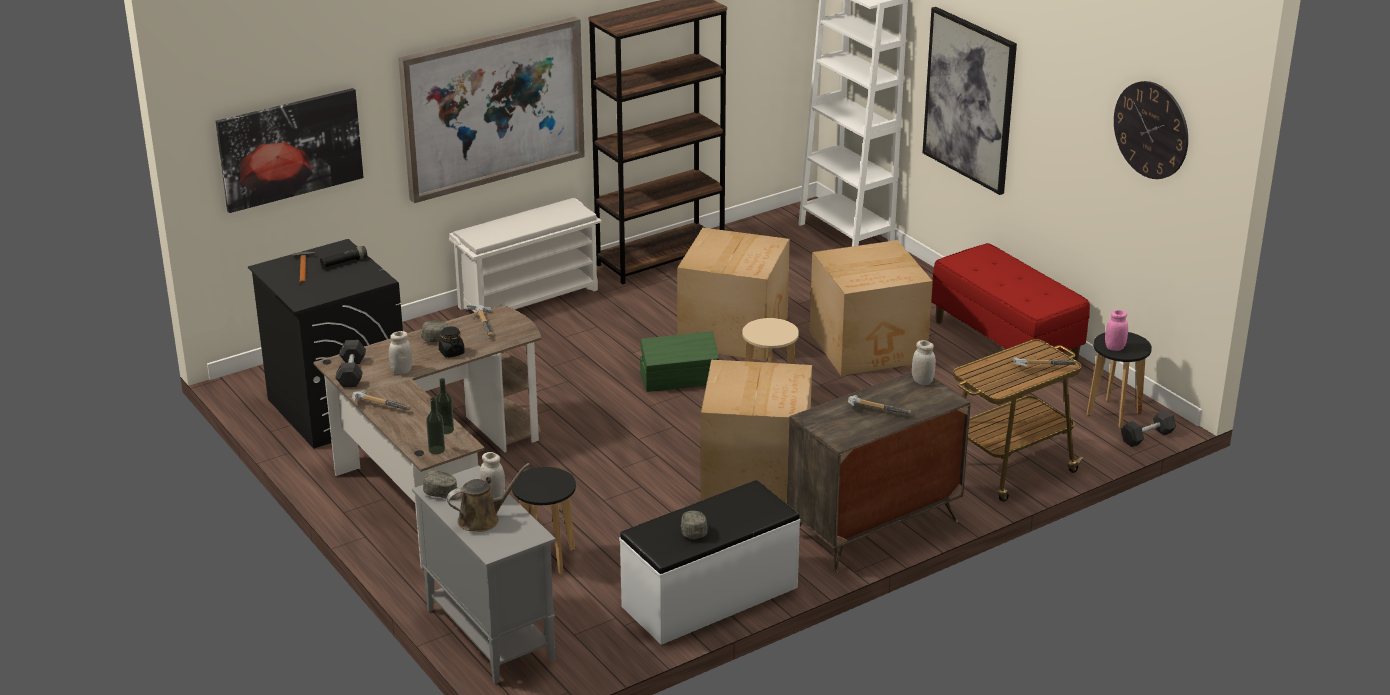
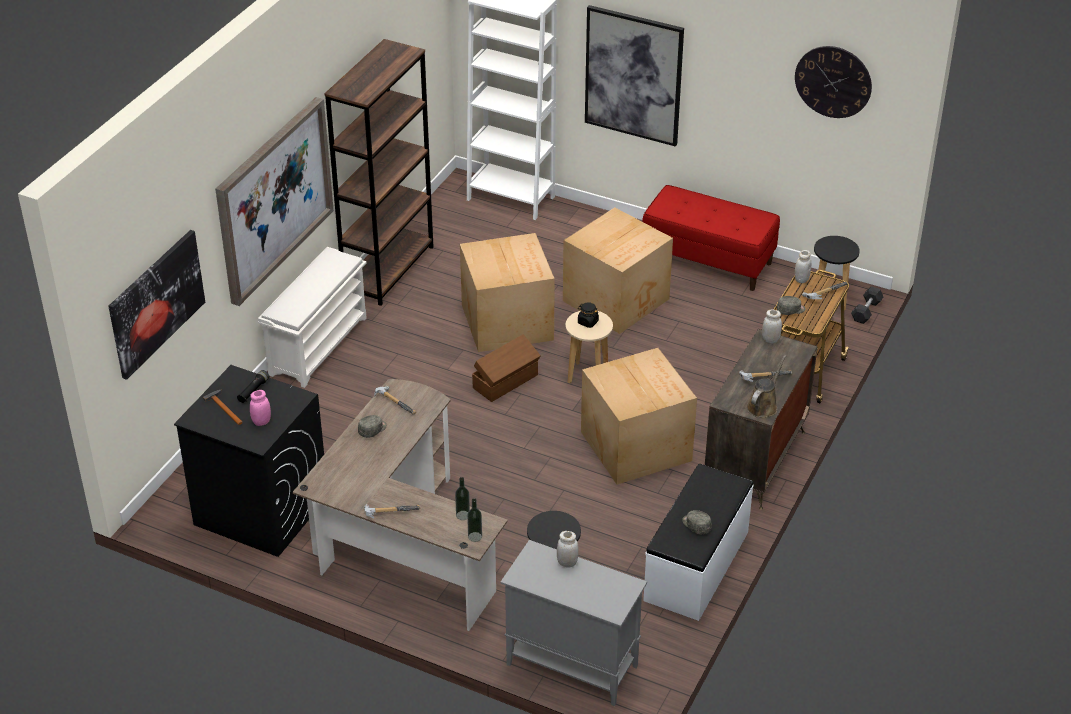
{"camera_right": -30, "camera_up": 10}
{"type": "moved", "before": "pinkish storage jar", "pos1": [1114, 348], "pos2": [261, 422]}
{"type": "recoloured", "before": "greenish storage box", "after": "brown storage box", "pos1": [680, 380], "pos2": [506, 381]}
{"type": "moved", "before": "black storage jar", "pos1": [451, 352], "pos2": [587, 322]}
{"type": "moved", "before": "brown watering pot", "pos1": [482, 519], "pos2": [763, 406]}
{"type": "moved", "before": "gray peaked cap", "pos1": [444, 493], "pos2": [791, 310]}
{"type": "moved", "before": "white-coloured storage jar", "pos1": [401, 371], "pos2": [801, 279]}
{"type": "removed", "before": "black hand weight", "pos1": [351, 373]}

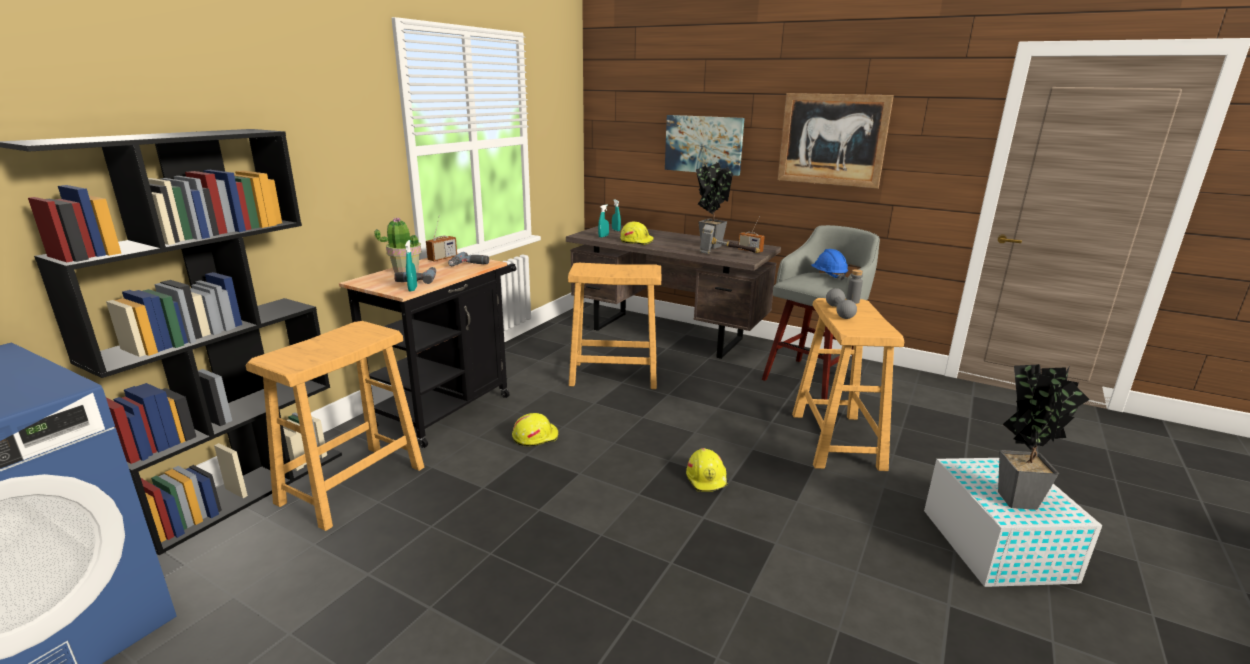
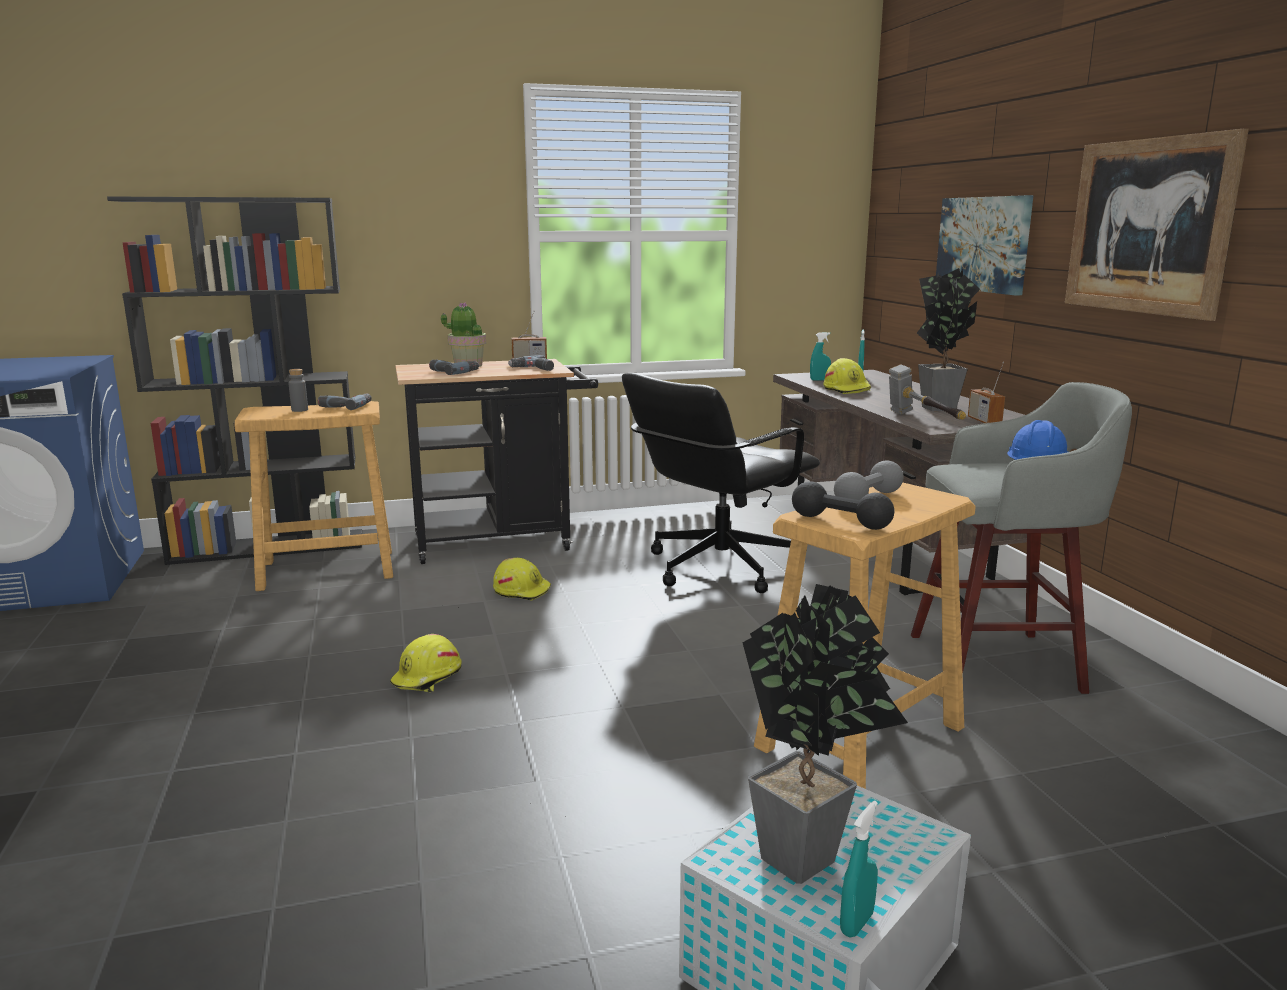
{"camera_right": 45, "camera_up": -5}
{"type": "moved", "before": "gray bottle", "pos1": [852, 301], "pos2": [299, 410]}
{"type": "added", "after": "electric drill", "pos2": [345, 406]}
{"type": "moved", "before": "yellow-coloured work helmet", "pos1": [707, 478], "pos2": [428, 678]}
{"type": "replaced", "before": "beige sitting stool", "after": "black desk chair", "pos1": [613, 375], "pos2": [718, 567]}
{"type": "added", "after": "black hand weight", "pos2": [840, 522]}
{"type": "moved", "before": "turquoise hand sprayer", "pos1": [413, 289], "pos2": [856, 923]}

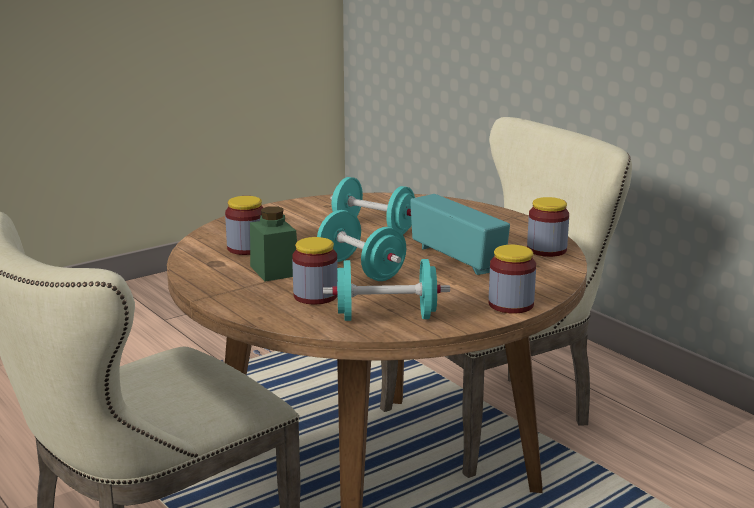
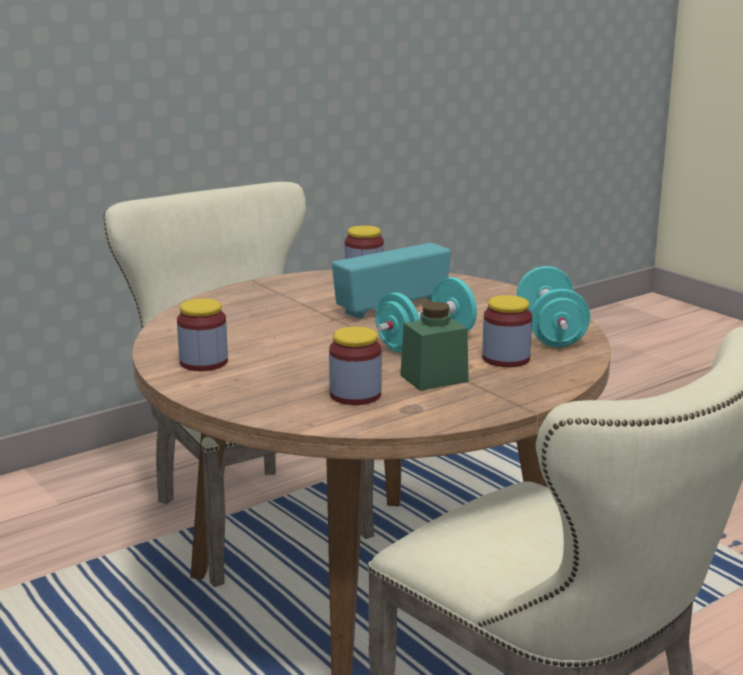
{"camera_right": -90, "camera_up": 0}
{"type": "moved", "before": "storage jar", "pos1": [511, 304], "pos2": [203, 362]}
{"type": "removed", "before": "turquoise hand weight", "pos1": [374, 228]}

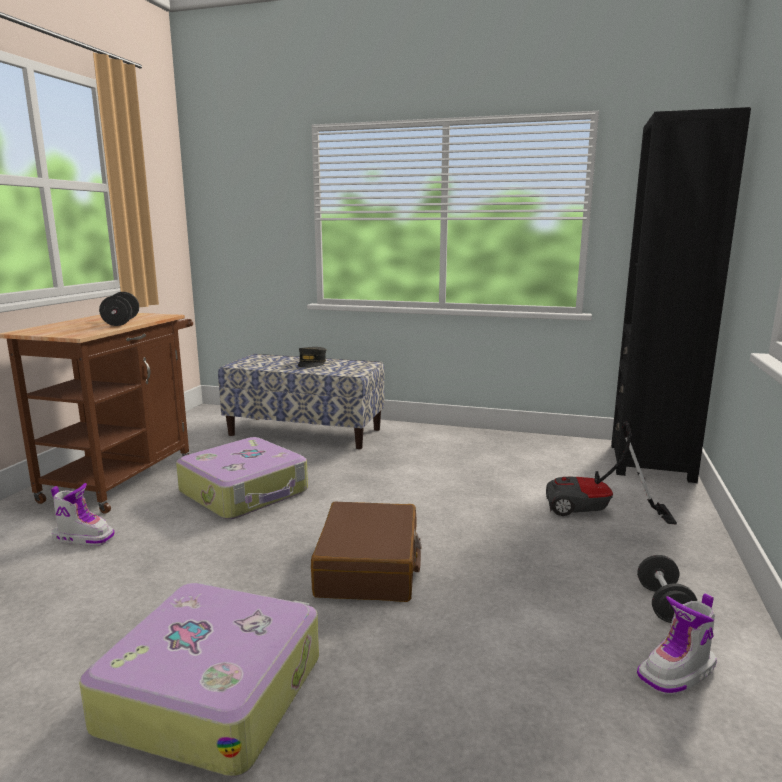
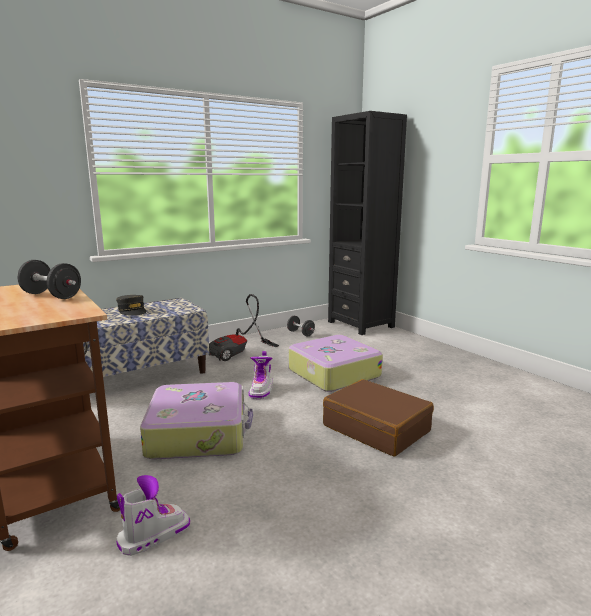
{"camera_right": -50, "camera_up": 0}
{"type": "moved", "before": "vacuum cleaner", "pos1": [596, 512], "pos2": [240, 353]}
{"type": "moved", "before": "tall boot", "pos1": [677, 673], "pos2": [261, 390]}
{"type": "moved", "before": "black hand weight", "pos1": [663, 605], "pos2": [300, 333]}
{"type": "moved", "before": "suitcase", "pos1": [212, 691], "pos2": [332, 373]}

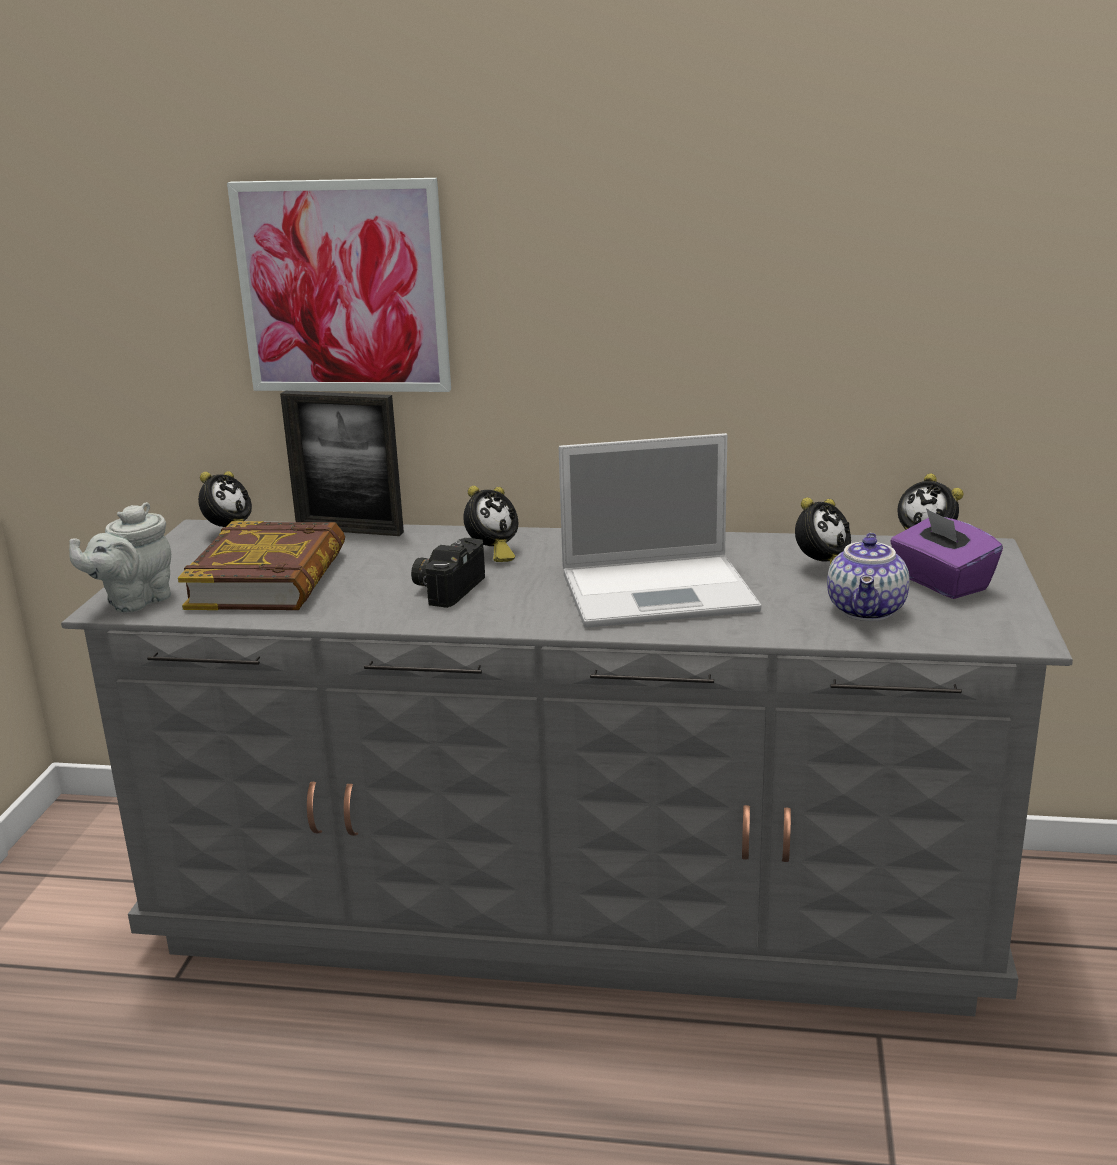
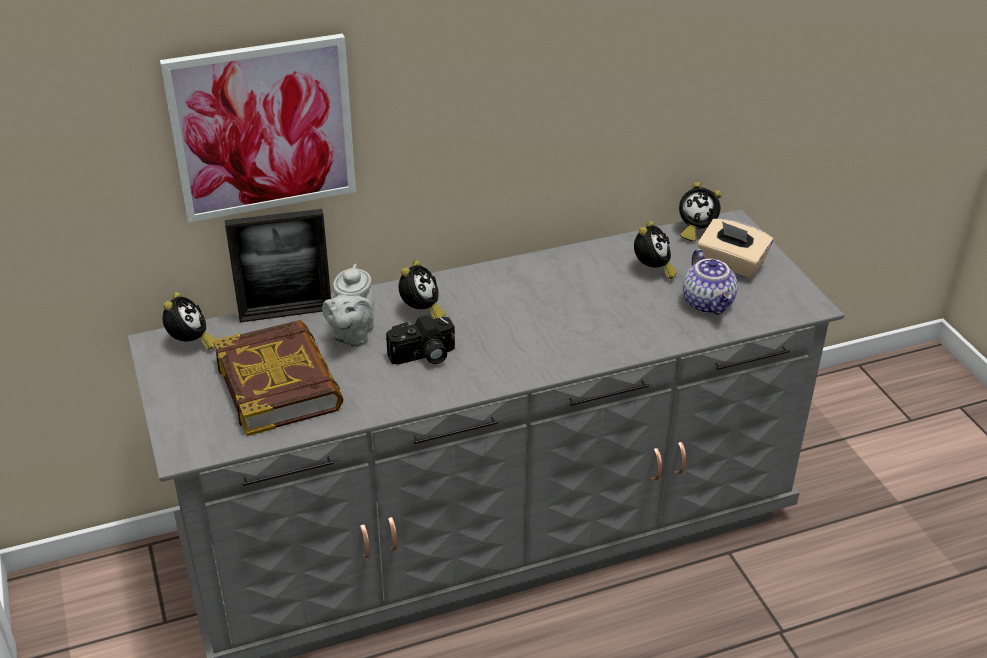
{"camera_right": -30, "camera_up": 15}
{"type": "moved", "before": "gray pot for tea", "pos1": [134, 601], "pos2": [352, 335]}
{"type": "turned", "before": "photo camera", "pos1": [448, 588], "pos2": [423, 356], "turn": -105}
{"type": "recoloured", "before": "purplish tissue box", "after": "beige tissue box", "pos1": [941, 583], "pos2": [731, 265]}
{"type": "removed", "before": "notebook computer", "pos1": [661, 591]}

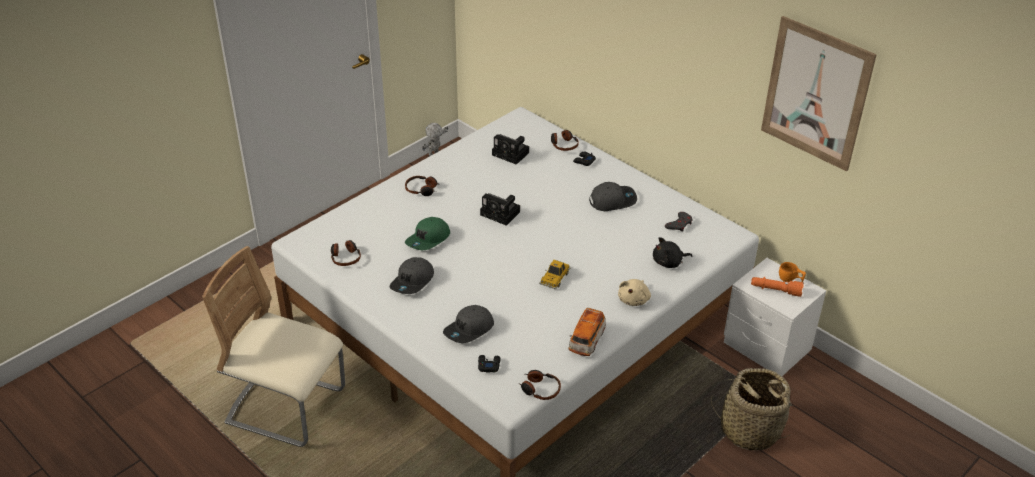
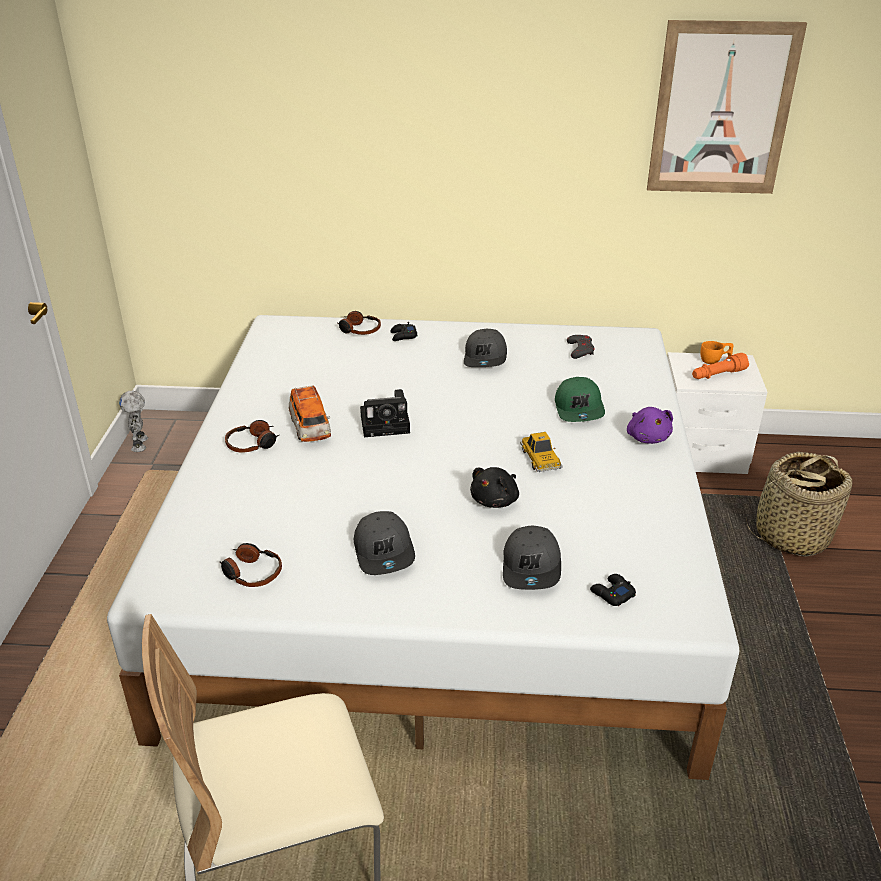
{"camera_right": -40, "camera_up": -5}
{"type": "moved", "before": "model car", "pos1": [586, 341], "pos2": [310, 428]}
{"type": "turned", "before": "gray peaked cap", "pos1": [612, 200], "pos2": [486, 358], "turn": 150}
{"type": "moved", "before": "black cuddly toy", "pos1": [669, 262], "pos2": [496, 500]}
{"type": "moved", "before": "greenish peaked cap", "pos1": [428, 240], "pos2": [579, 409]}
{"type": "recoloured", "before": "beige cuddly toy", "after": "purplish cuddly toy", "pos1": [634, 299], "pos2": [647, 437]}
{"type": "removed", "before": "photo camera", "pos1": [512, 154]}
{"type": "removed", "before": "pair of headphones", "pos1": [540, 389]}

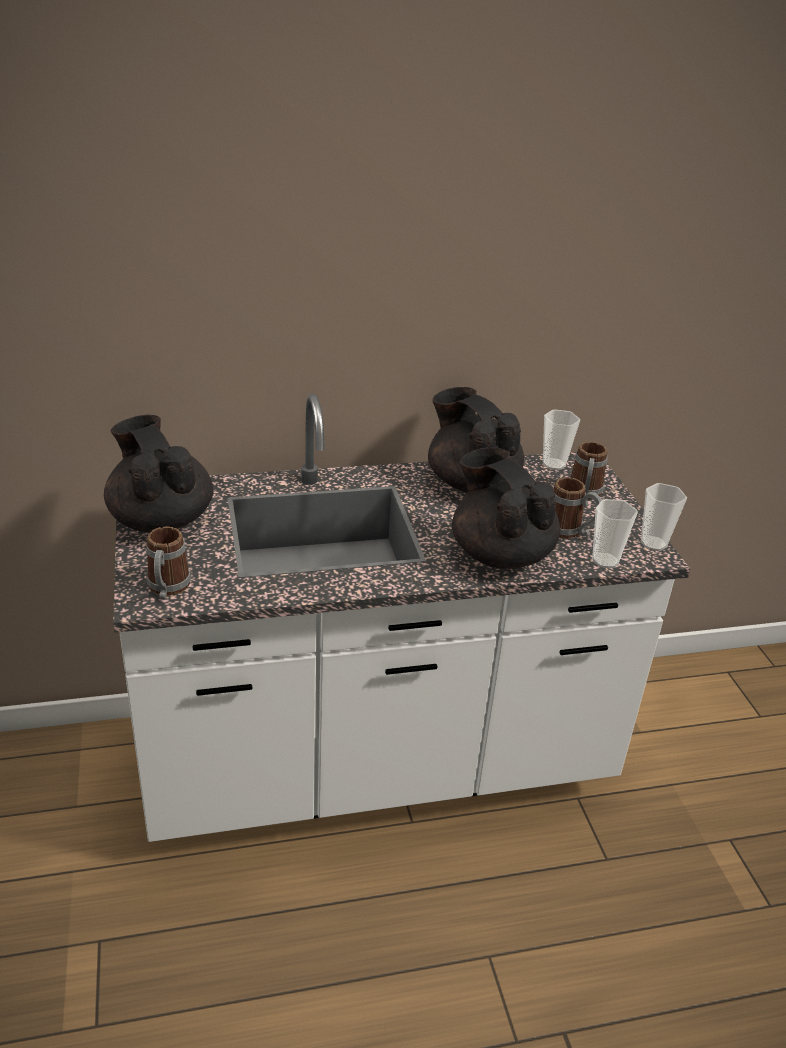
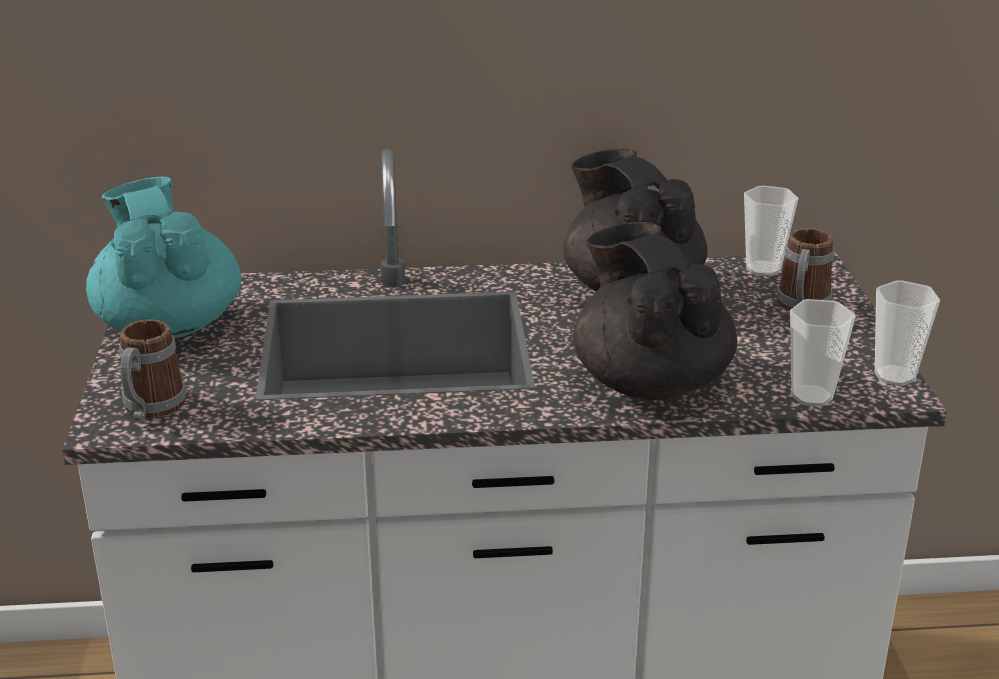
{"camera_right": 10, "camera_up": -5}
{"type": "recoloured", "before": "black pot for tea", "after": "turquoise pot for tea", "pos1": [160, 519], "pos2": [169, 325]}
{"type": "removed", "before": "coffee mug", "pos1": [569, 531]}

